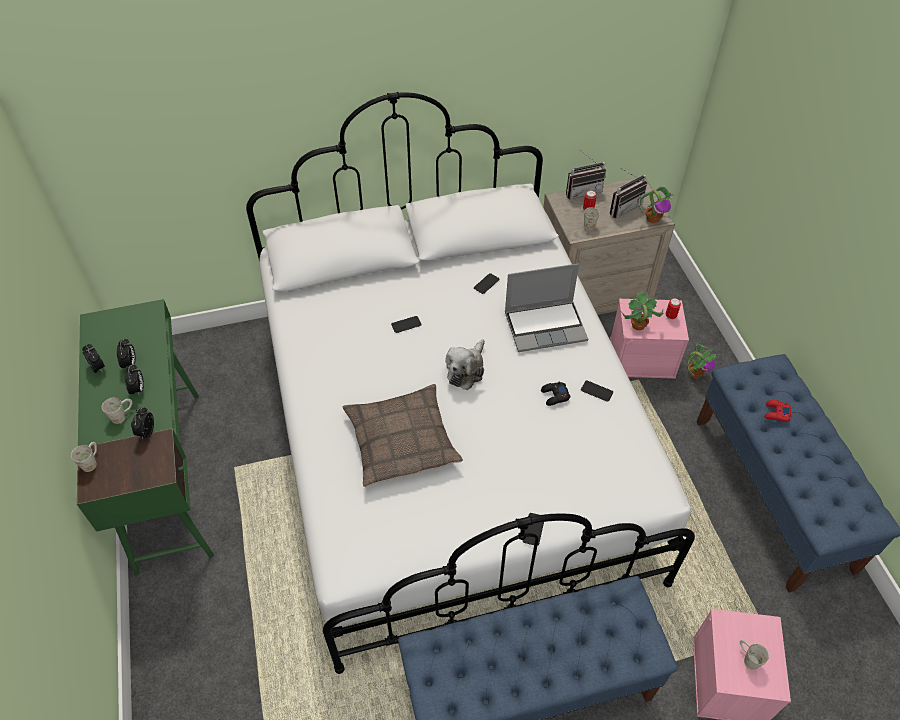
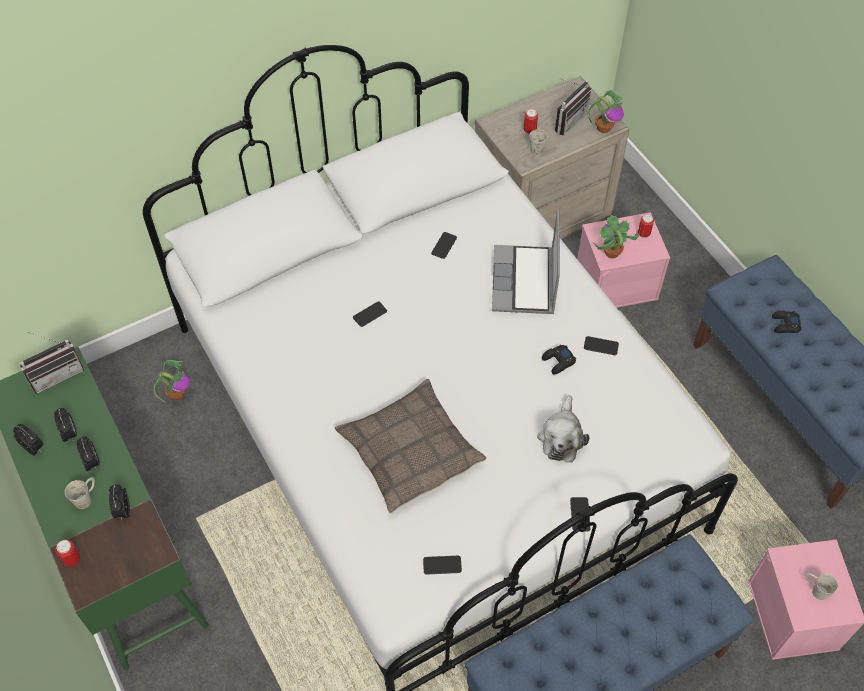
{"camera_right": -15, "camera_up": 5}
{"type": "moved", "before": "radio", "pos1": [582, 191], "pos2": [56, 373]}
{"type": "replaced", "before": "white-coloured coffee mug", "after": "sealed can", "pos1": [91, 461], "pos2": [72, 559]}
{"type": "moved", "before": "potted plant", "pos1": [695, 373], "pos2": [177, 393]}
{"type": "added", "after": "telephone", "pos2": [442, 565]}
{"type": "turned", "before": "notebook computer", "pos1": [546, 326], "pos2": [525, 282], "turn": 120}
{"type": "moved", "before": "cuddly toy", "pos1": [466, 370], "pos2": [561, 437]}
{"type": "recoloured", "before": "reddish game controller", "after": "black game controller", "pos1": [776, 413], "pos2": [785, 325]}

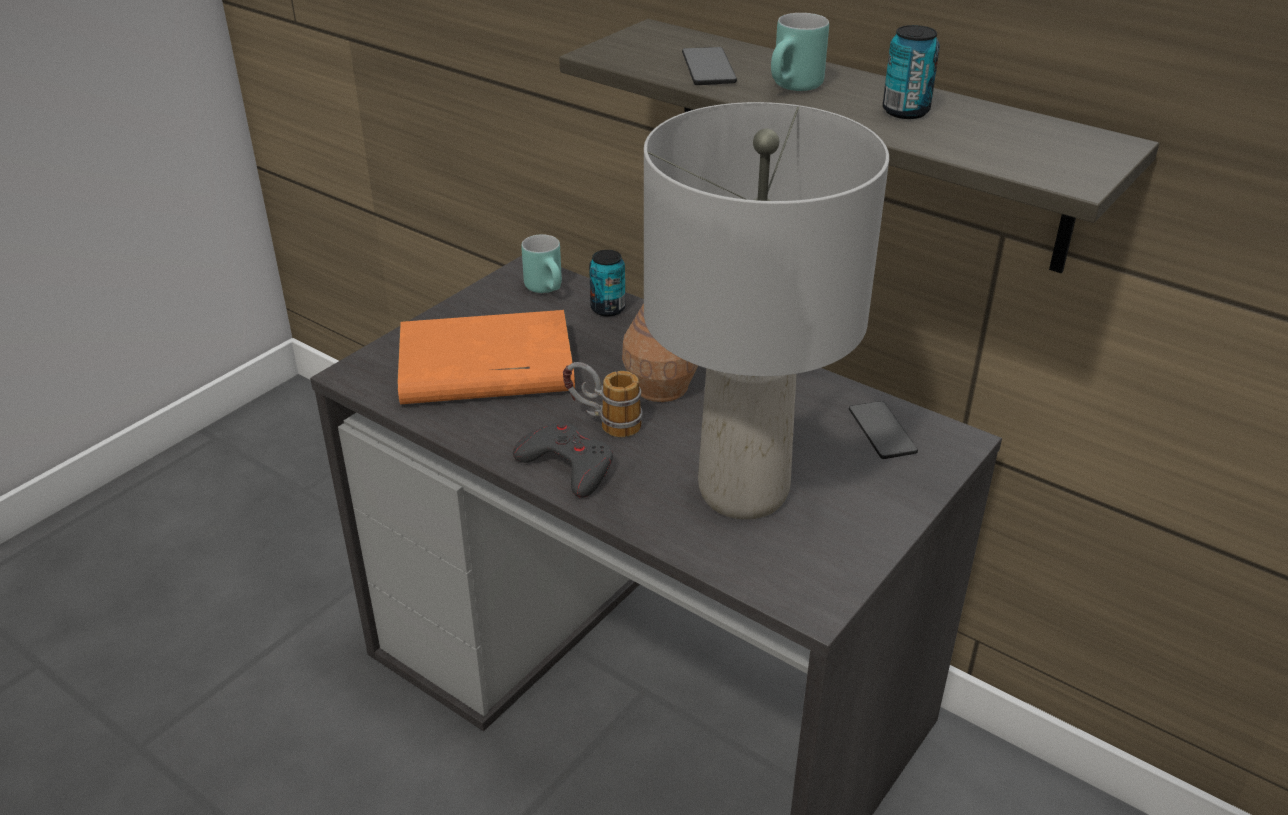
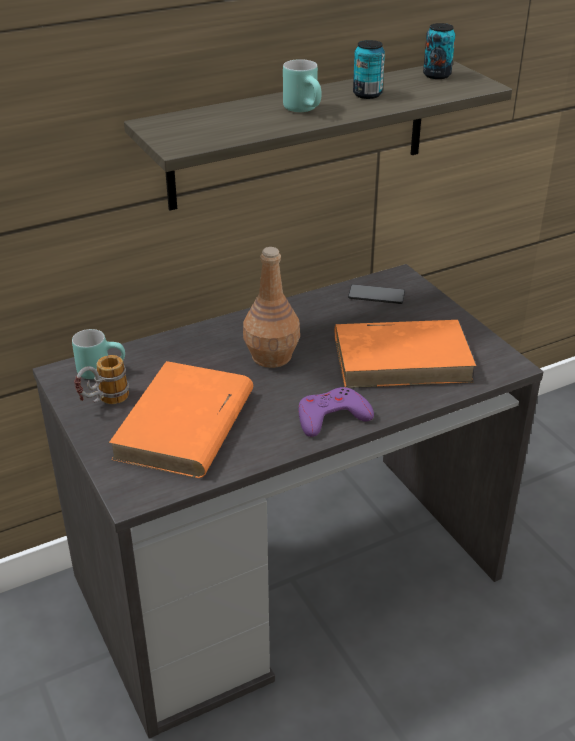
{"camera_right": -65, "camera_up": 0}
{"type": "moved", "before": "coffee mug", "pos1": [603, 423], "pos2": [103, 402]}
{"type": "recoloured", "before": "gray game controller", "after": "purplish game controller", "pos1": [567, 465], "pos2": [331, 417]}
{"type": "replaced", "before": "gray table lamp", "after": "orange-coloured volume", "pos1": [743, 493], "pos2": [403, 358]}
{"type": "moved", "before": "sealed can", "pos1": [608, 309], "pos2": [437, 75]}
{"type": "removed", "before": "telephone", "pos1": [708, 68]}

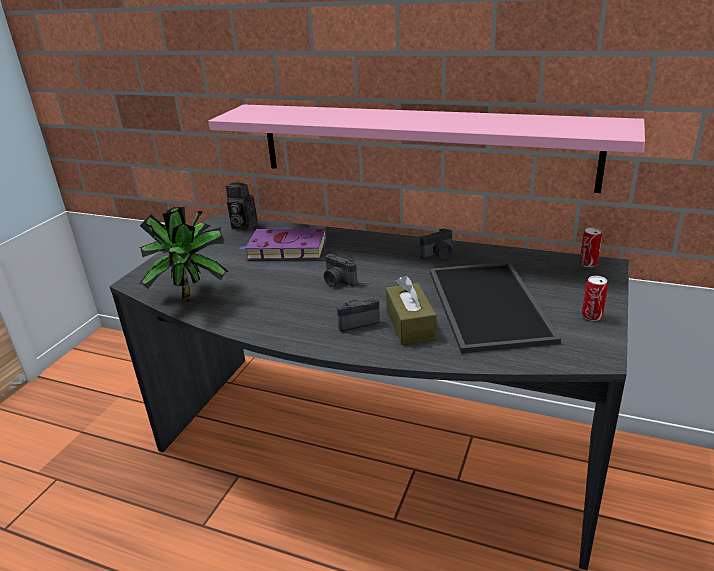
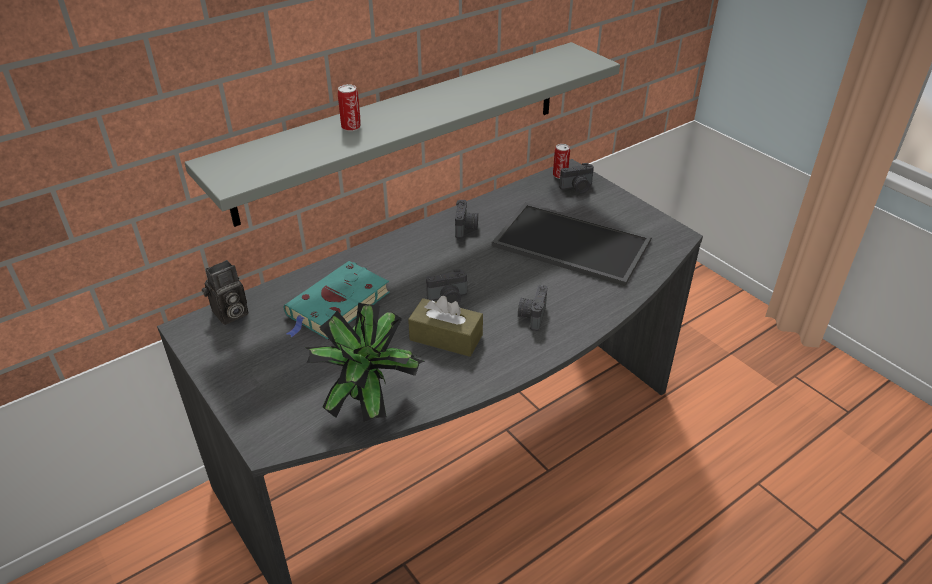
{"camera_right": -60, "camera_up": 10}
{"type": "recoloured", "before": "pinkish wall shelf", "after": "gray wall shelf", "pos1": [420, 145], "pos2": [405, 129]}
{"type": "recoloured", "before": "purplish volume", "after": "turquoise volume", "pos1": [285, 249], "pos2": [336, 306]}
{"type": "moved", "before": "sealed can", "pos1": [592, 316], "pos2": [351, 127]}
{"type": "moved", "before": "brown tissue box", "pos1": [410, 324], "pos2": [446, 337]}
{"type": "added", "after": "photo camera", "pos2": [577, 188]}

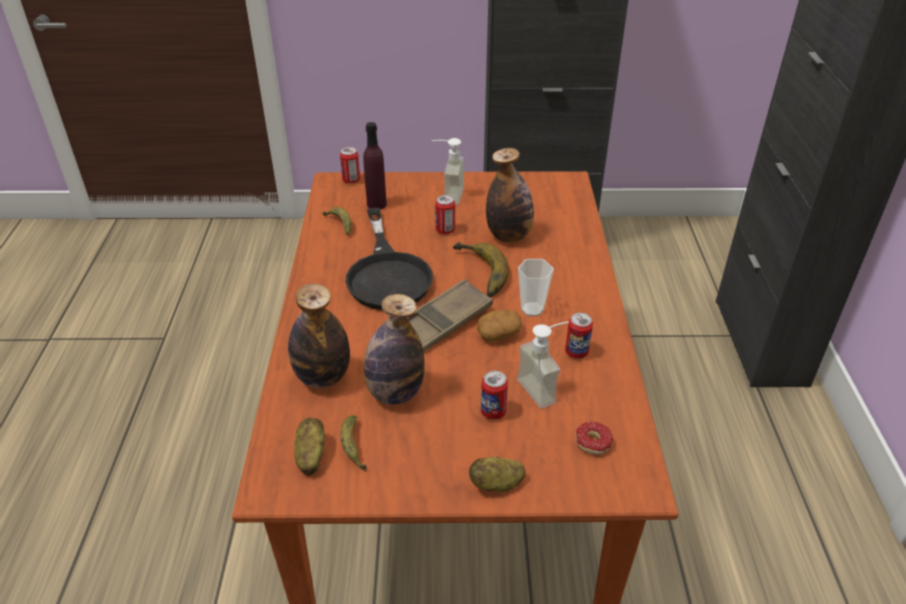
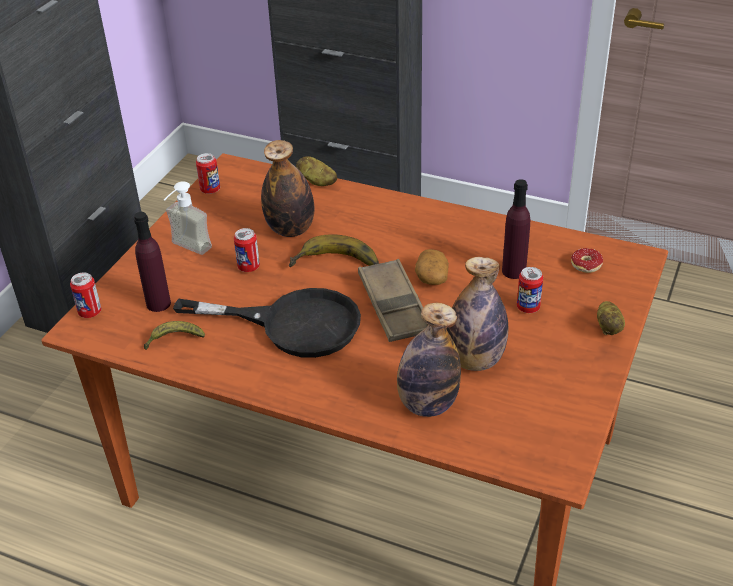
{"camera_right": -65, "camera_up": 0}
{"type": "moved", "before": "sealed can", "pos1": [576, 352], "pos2": [210, 190]}
{"type": "moved", "before": "spud", "pos1": [310, 456], "pos2": [316, 181]}
{"type": "replaced", "before": "soap bottle", "after": "purplish bottle", "pos1": [544, 388], "pos2": [513, 271]}
{"type": "removed", "before": "banana", "pos1": [353, 446]}
{"type": "removed", "before": "small cup", "pos1": [532, 309]}

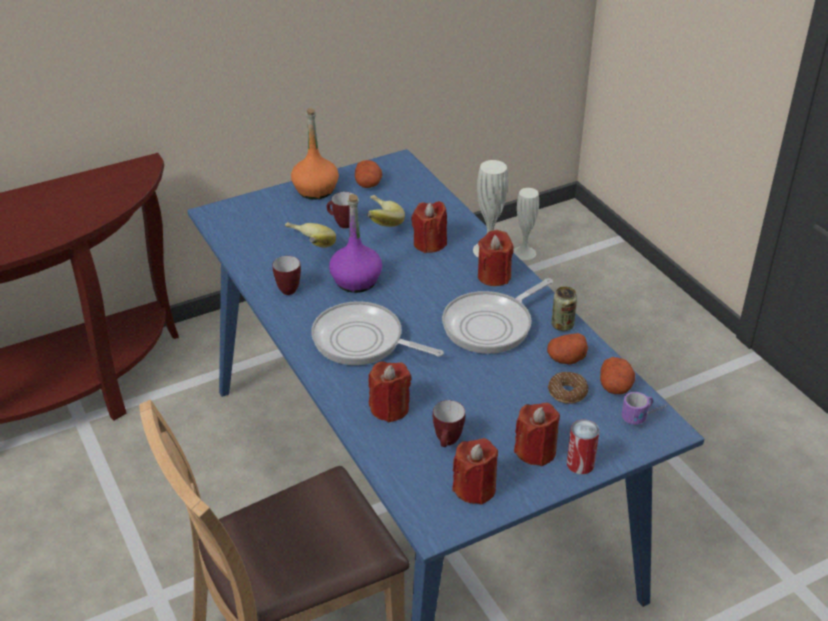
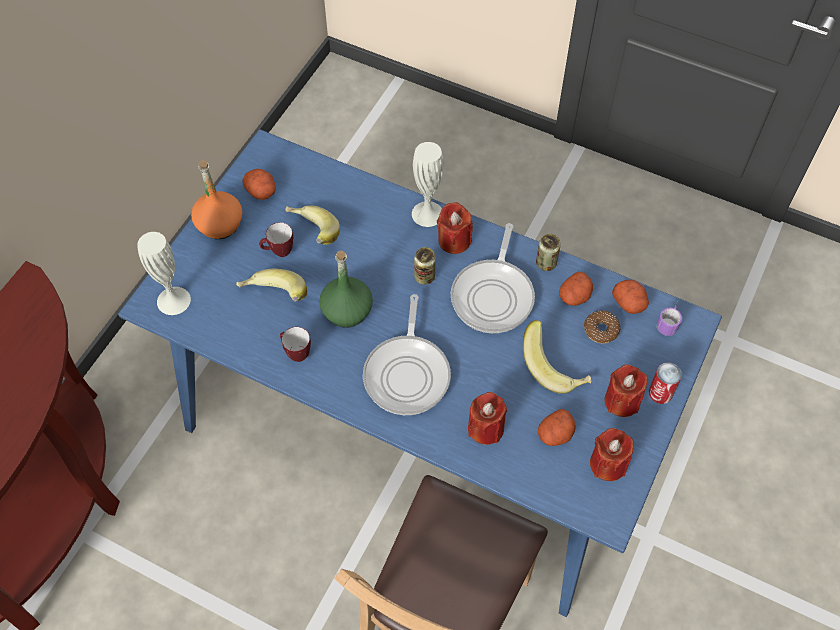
{"camera_right": -35, "camera_up": 20}
{"type": "moved", "before": "white-coloured flower vase", "pos1": [524, 253], "pos2": [173, 300]}
{"type": "recoloured", "before": "purplish bottle", "after": "greenish bottle", "pos1": [356, 281], "pos2": [347, 311]}
{"type": "turned", "before": "frying pan", "pos1": [363, 341], "pos2": [408, 373], "turn": -75}
{"type": "added", "after": "sealed can", "pos2": [424, 277]}
{"type": "added", "after": "banana", "pos2": [555, 367]}
{"type": "replaced", "before": "coffee mug", "after": "spud", "pos1": [447, 443], "pos2": [555, 434]}
{"type": "removed", "before": "reddish candle", "pos1": [429, 243]}

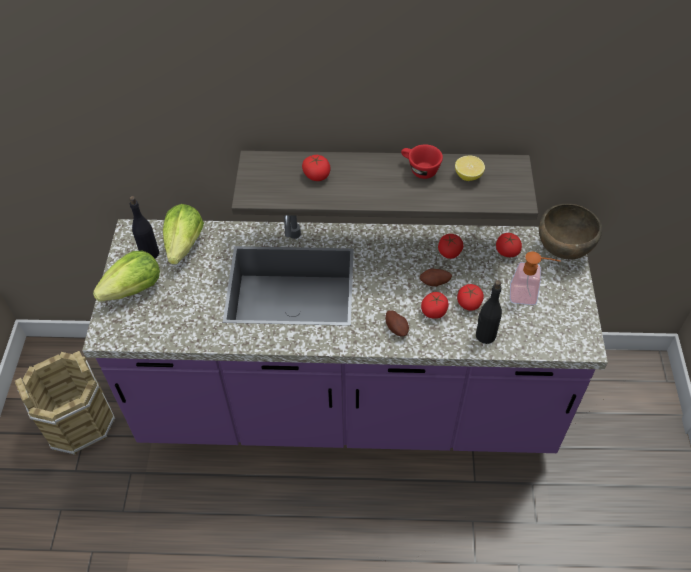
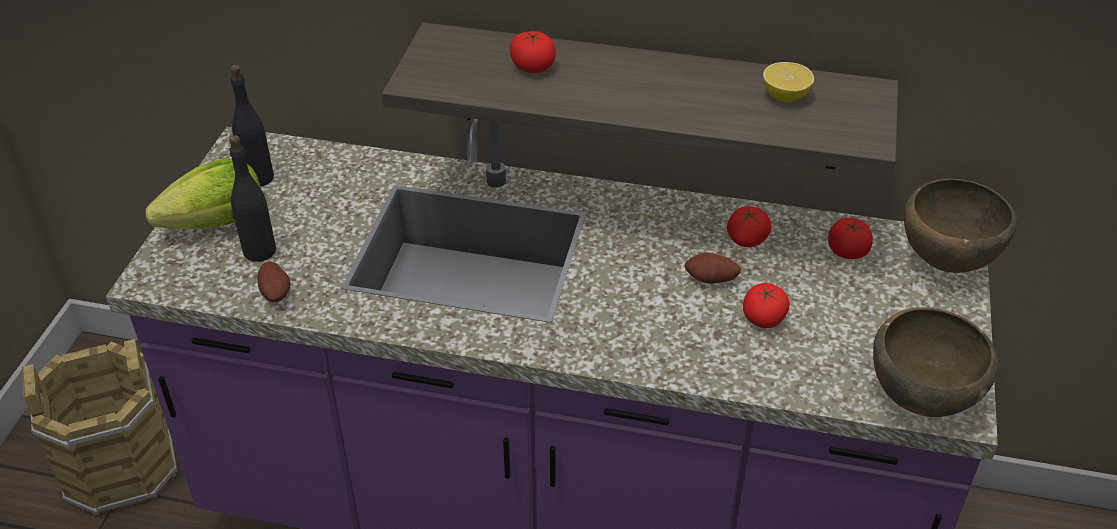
{"camera_right": 10, "camera_up": -10}
{"type": "moved", "before": "black bottle", "pos1": [485, 335], "pos2": [259, 251]}
{"type": "moved", "before": "spud", "pos1": [397, 328], "pos2": [276, 293]}
{"type": "added", "after": "brown bowl", "pos2": [919, 400]}
{"type": "removed", "before": "lettuce", "pos1": [185, 245]}
{"type": "removed", "before": "reddish small cup", "pos1": [419, 170]}
{"type": "removed", "before": "fresh tomato", "pos1": [434, 311]}
{"type": "removed", "before": "soap bottle", "pos1": [529, 295]}

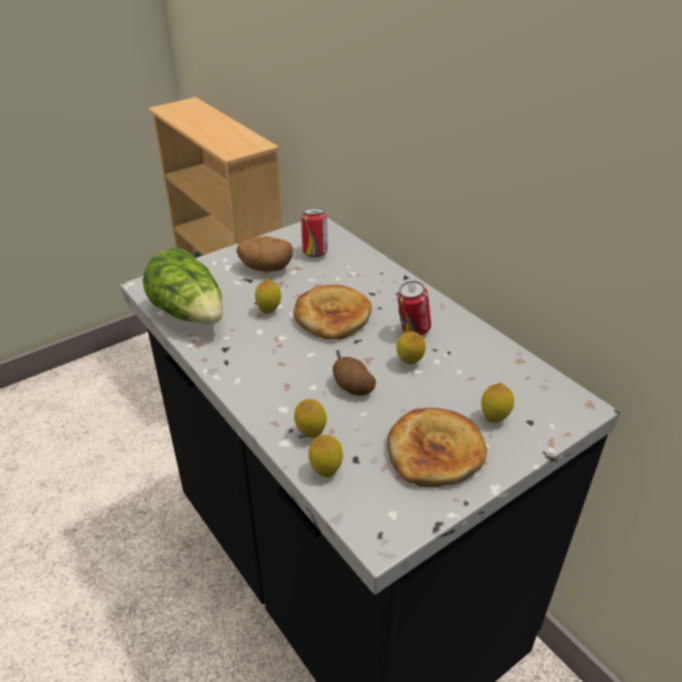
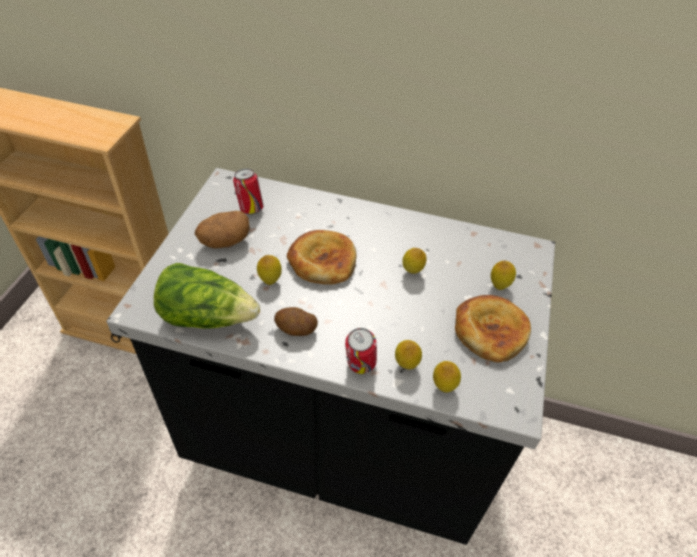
{"camera_right": -40, "camera_up": 10}
{"type": "moved", "before": "spud", "pos1": [352, 387], "pos2": [295, 329]}
{"type": "moved", "before": "sealed can", "pos1": [412, 331], "pos2": [360, 366]}

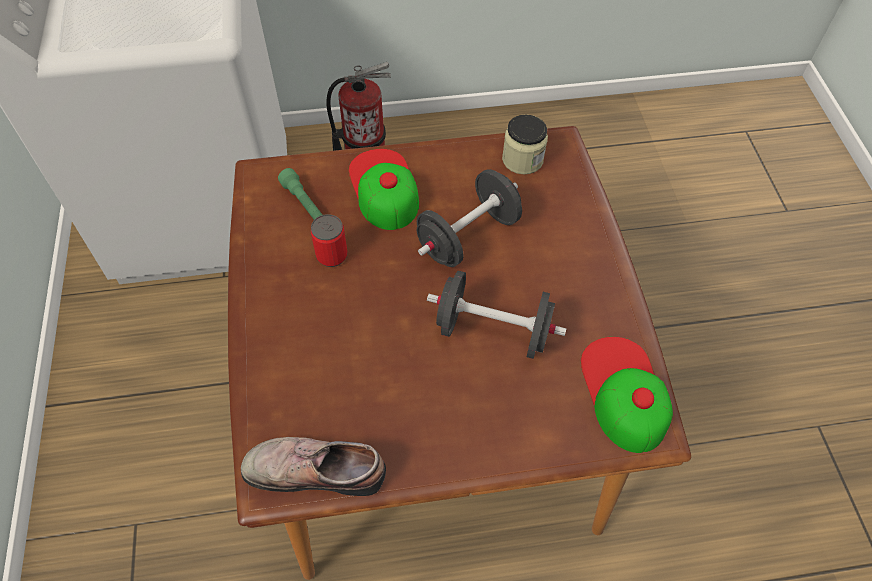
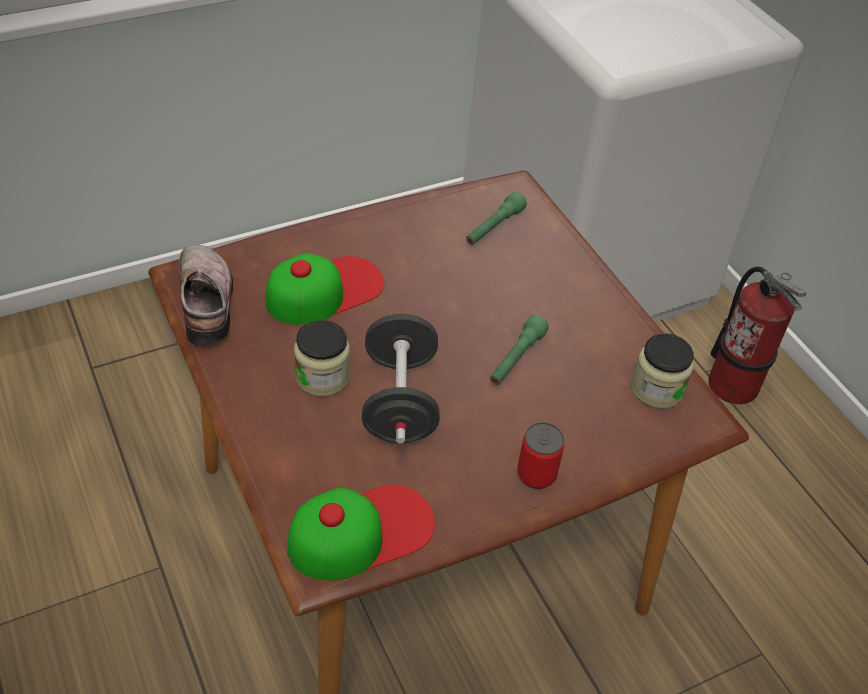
{"camera_right": 70, "camera_up": -10}
{"type": "moved", "before": "peaked cap", "pos1": [384, 188], "pos2": [325, 290]}
{"type": "added", "after": "storage jar", "pos2": [322, 377]}
{"type": "replaced", "before": "black hand weight", "after": "greenish flashlight", "pos1": [468, 236], "pos2": [516, 359]}
{"type": "moved", "before": "sealed can", "pos1": [332, 255], "pos2": [536, 474]}

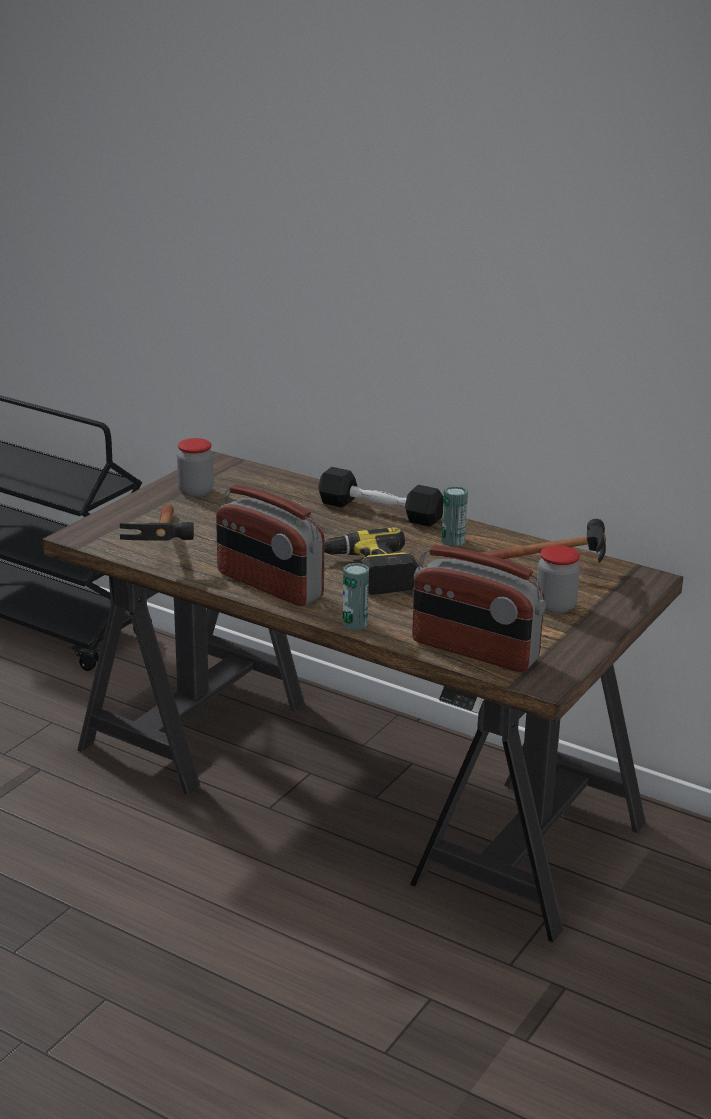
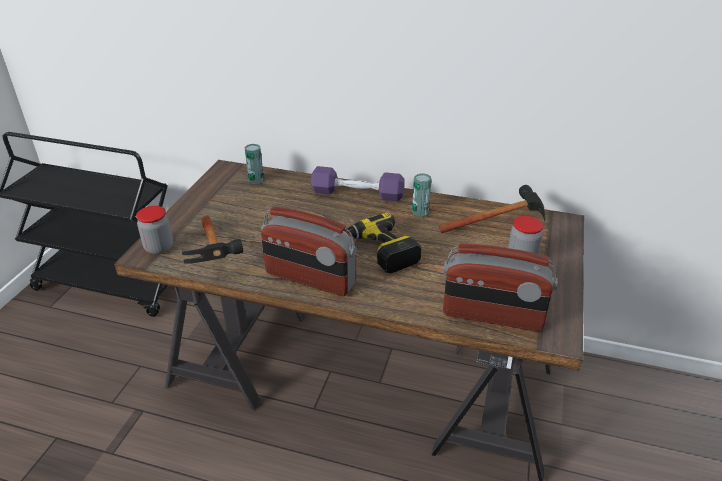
{"camera_right": -15, "camera_up": 10}
{"type": "moved", "before": "storage jar", "pos1": [196, 491], "pos2": [159, 248]}
{"type": "moved", "before": "sealed can", "pos1": [355, 624], "pos2": [256, 180]}
{"type": "recoloured", "before": "black hand weight", "after": "purplish hand weight", "pos1": [379, 511], "pos2": [357, 194]}

